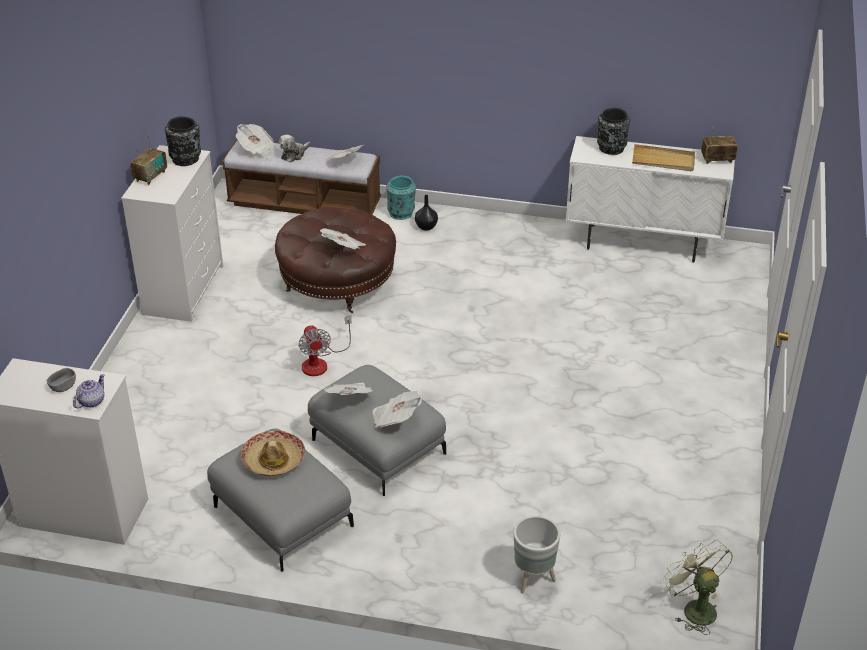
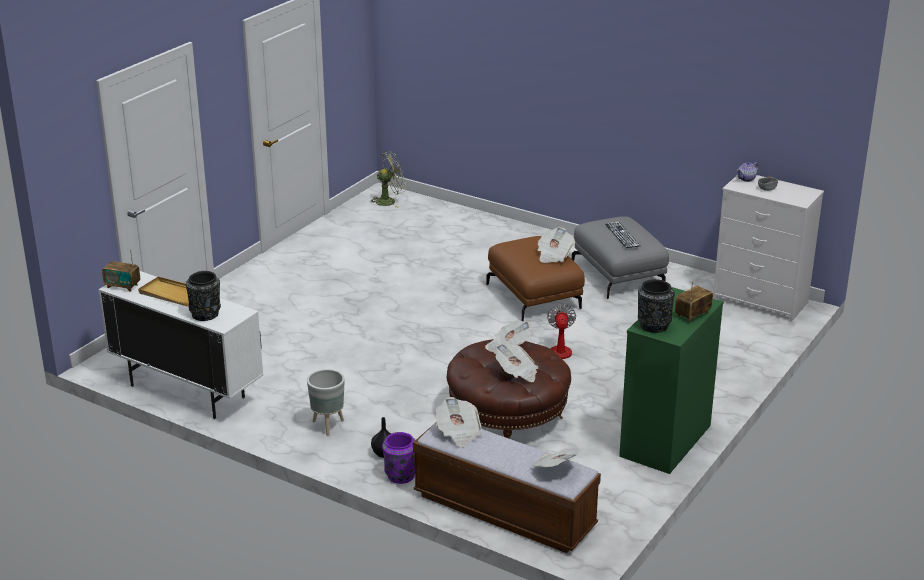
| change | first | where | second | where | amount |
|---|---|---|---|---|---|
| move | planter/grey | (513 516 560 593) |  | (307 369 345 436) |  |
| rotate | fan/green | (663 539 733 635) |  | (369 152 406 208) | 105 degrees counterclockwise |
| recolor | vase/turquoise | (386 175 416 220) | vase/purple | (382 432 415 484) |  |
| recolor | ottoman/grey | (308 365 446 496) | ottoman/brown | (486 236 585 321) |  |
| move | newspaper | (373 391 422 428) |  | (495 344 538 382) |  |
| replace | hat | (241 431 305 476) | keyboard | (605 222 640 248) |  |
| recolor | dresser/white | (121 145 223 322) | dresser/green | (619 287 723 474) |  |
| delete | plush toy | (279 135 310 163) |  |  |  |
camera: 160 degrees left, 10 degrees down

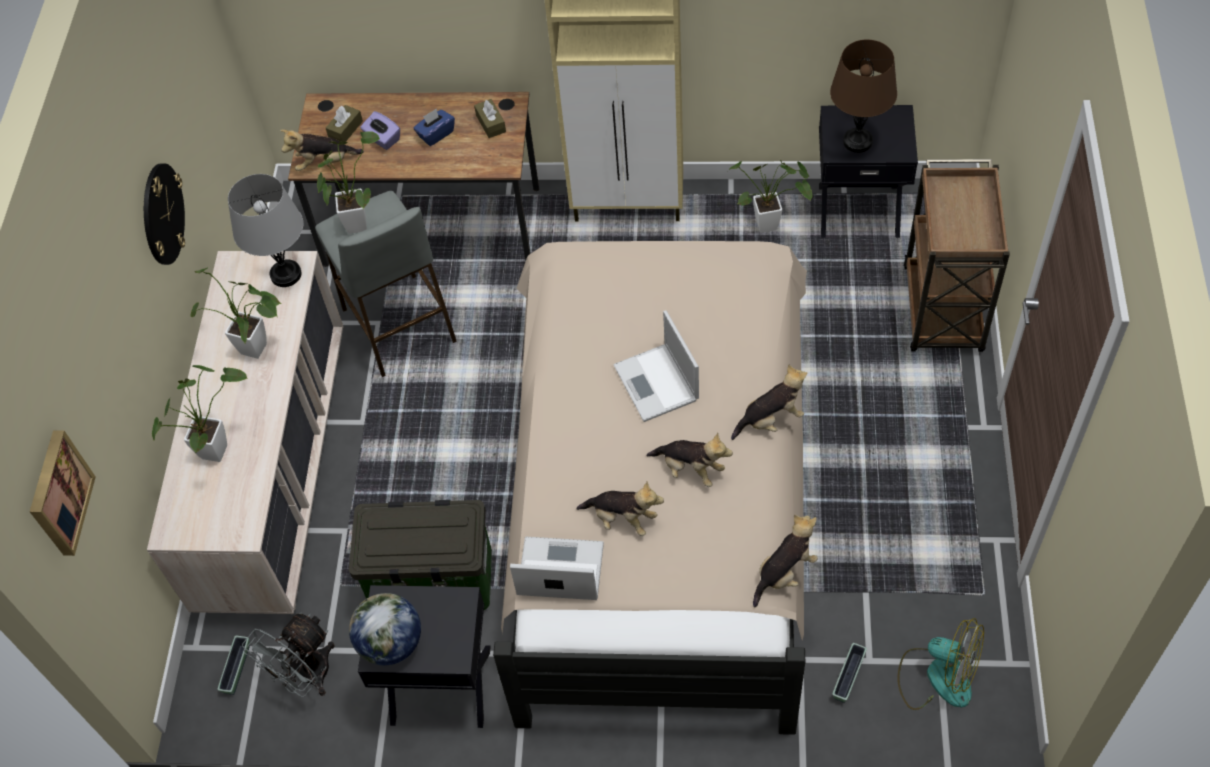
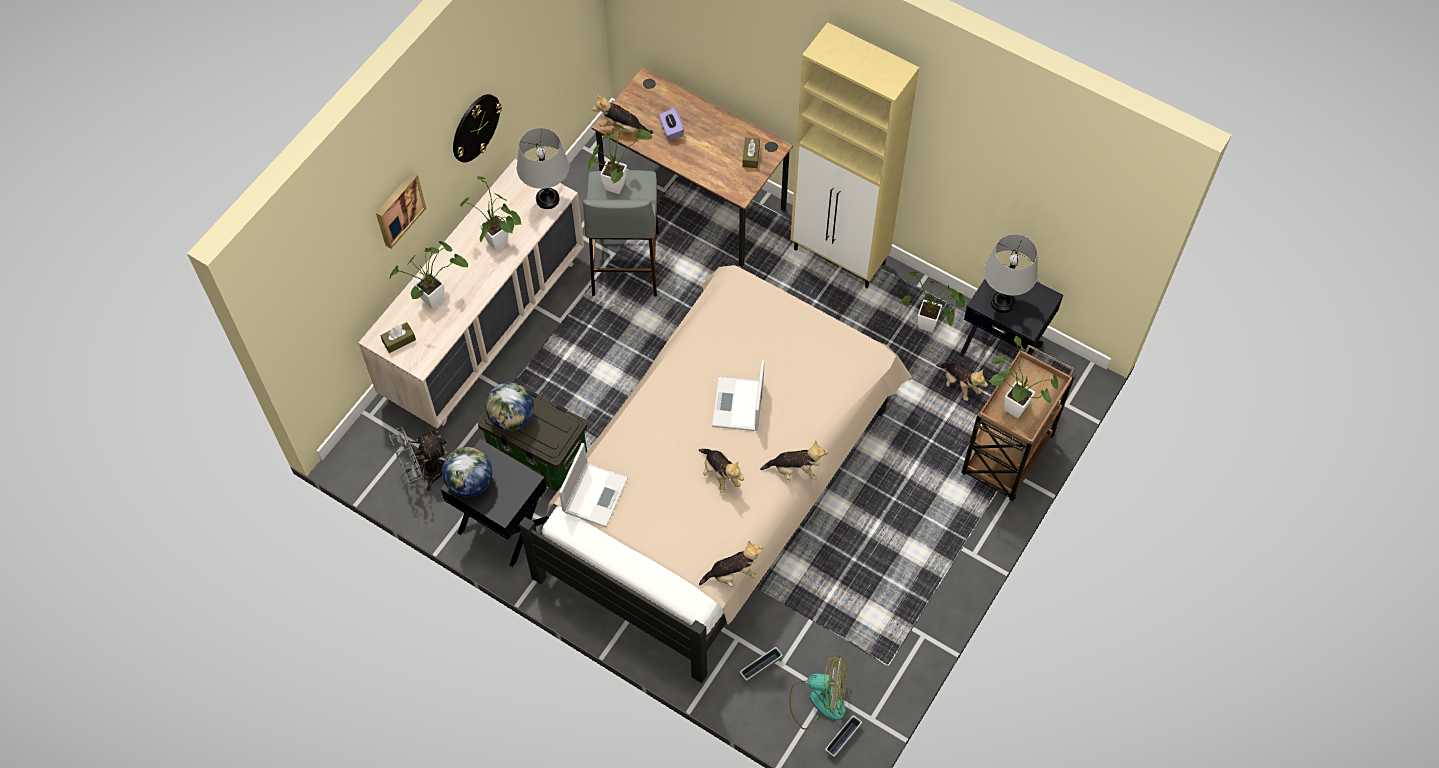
| change | first | where | second | where | amount |
|---|---|---|---|---|---|
| move | picture | (30 430 96 556) |  | (376 172 426 249) |  |
| move | tissue box/brown | (326 105 363 142) |  | (381 322 416 353) |  |
| insert |  |  | globe | (485 382 534 431) |  |
| rotate | laptop | (510 537 604 600) |  | (559 443 628 527) | 75 degrees clockwise |
| rotate | fan | (898 618 984 710) |  | (789 655 847 730) | 45 degrees counterclockwise |
| move | planter | (217 636 250 695) |  | (825 715 862 757) |  |
| move | plush toy | (576 481 664 536) |  | (936 363 988 401) |  |
| recolor | table lamp/brown | (830 40 897 153) | table lamp/grey | (984 234 1038 313) |  |
| insert |  |  | potted plant | (989 336 1059 418) |  |
| delete | tissue box/blue | (414 109 455 146) |  |  |  |
camera: 25 degrees right, 5 degrees up

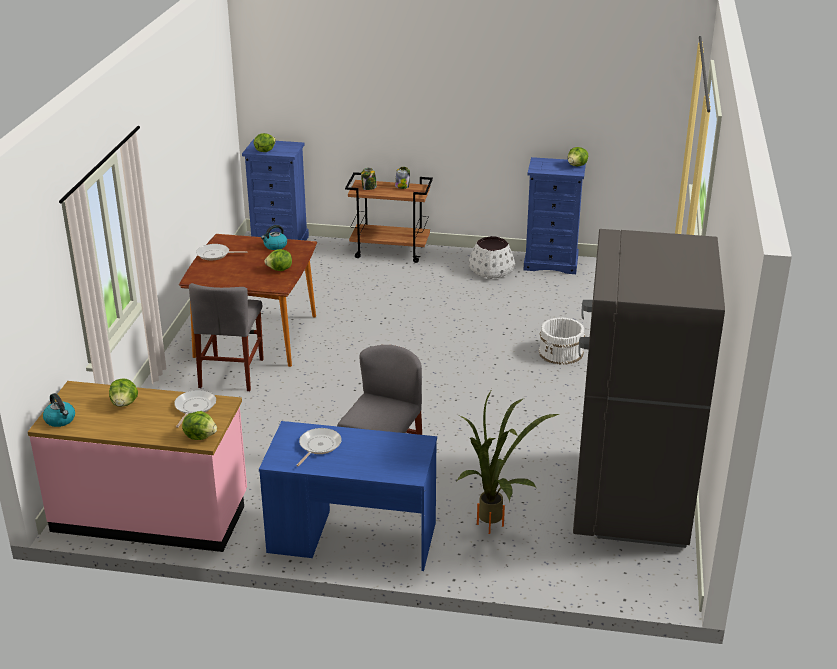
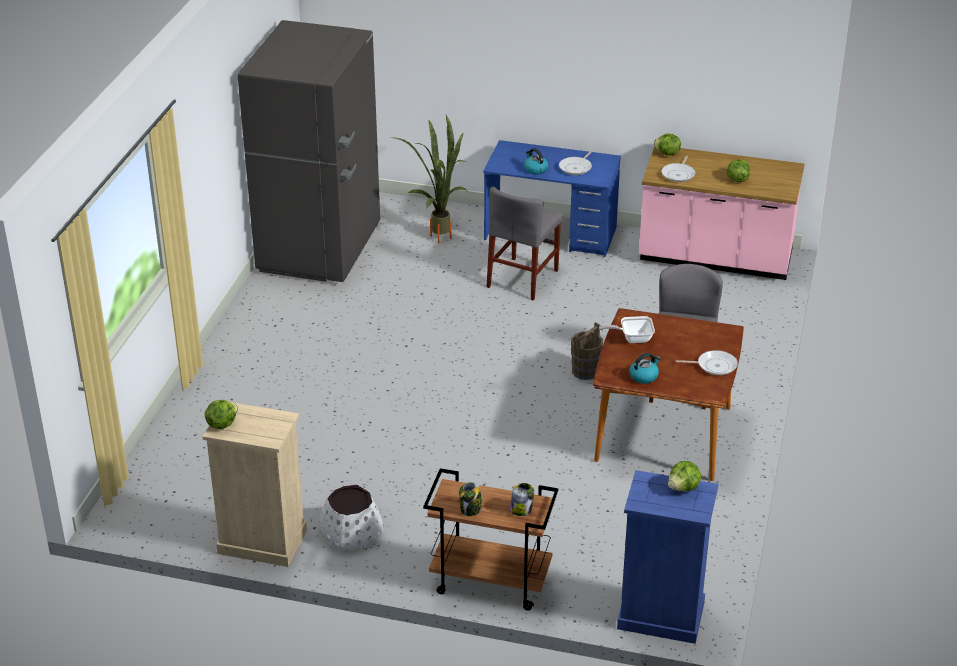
| change | first | where | second | where | amount |
|---|---|---|---|---|---|
| recolor | dresser/blue | (524 157 586 274) | dresser/beige | (202 403 307 567) |  |
| move | kettle | (43 393 75 427) |  | (524 148 548 175) |  |
| insert |  |  | bucket/brown | (571 322 603 380) |  |
| replace | lettuce | (264 249 292 271) | frying pan | (599 316 655 343) |  |
| delete | bucket/white | (538 317 585 365) |  |  |  |
camera: 175 degrees left, 5 degrees up

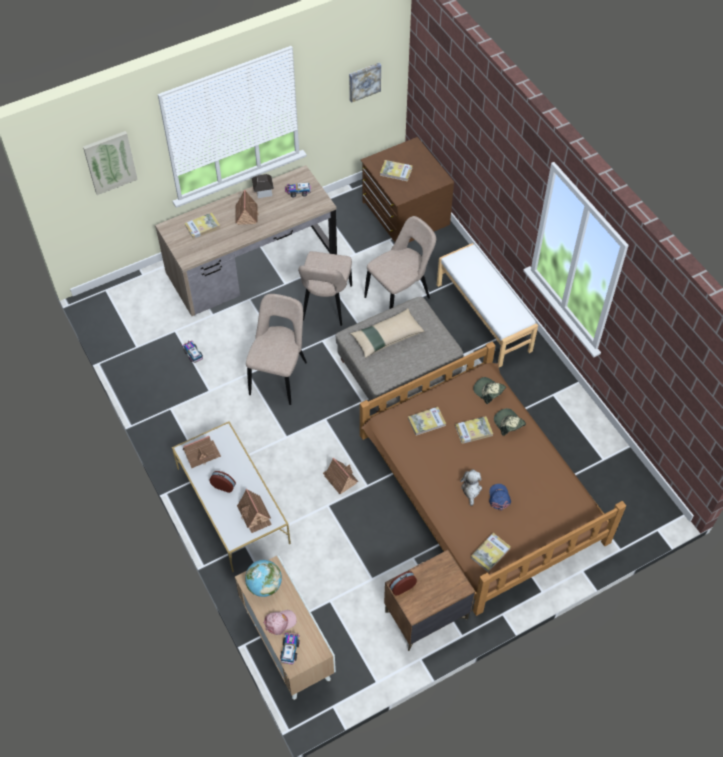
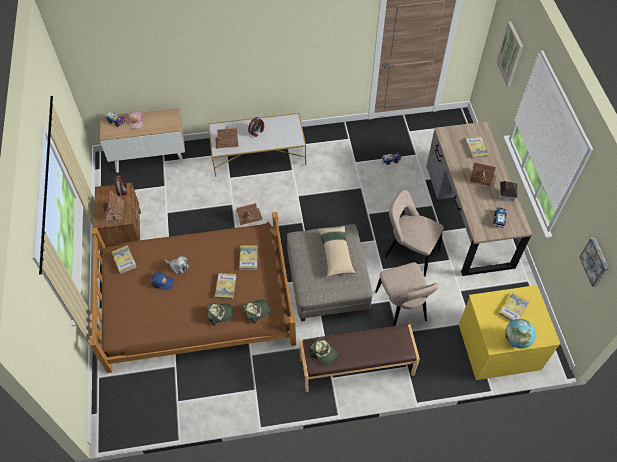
| change | first | where | second | where | amount |
|---|---|---|---|---|---|
| move | toy house | (183 436 221 468) |  | (102 190 125 224) |  |
| recolor | bench/white | (437 243 538 367) | bench/brown | (300 324 420 392) |  |
| insert |  |  | cap | (309 336 338 365) |  |
| recolor | dresser/brown | (361 137 454 242) | dresser/yellow | (459 285 560 380) |  |
| move | globe | (245 560 282 597) |  | (505 319 536 349) |  |
| delete | chair/beige | (246 294 307 405) |  |  |  |
camera: 110 degrees right, 0 degrees up

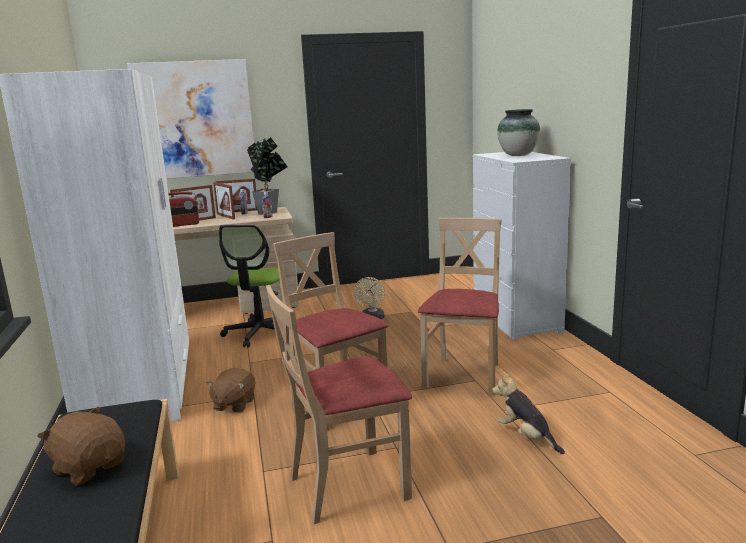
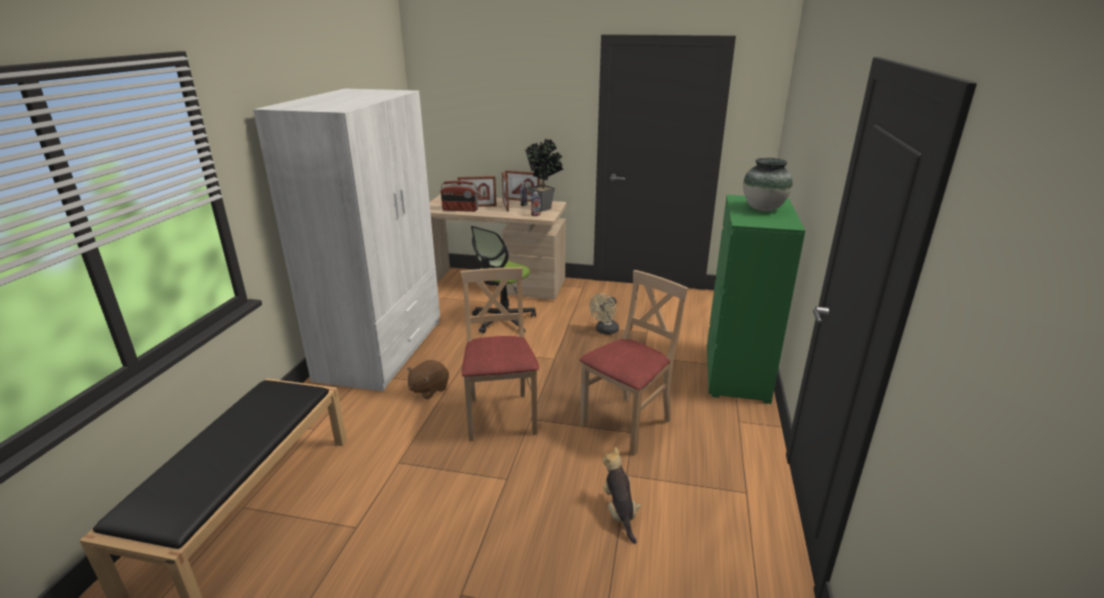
| change | first | where | second | where | amount |
|---|---|---|---|---|---|
| recolor | dresser/white | (473 152 571 340) | dresser/green | (707 195 805 404) |  |
| delete | plush toy/brown | (37 407 125 486) |  |  |  |
| delete | picture | (127 59 254 179) |  |  |  |
| delete | chair/beige | (266 285 412 524) |  |  |  |
camera: 25 degrees right, 10 degrees up

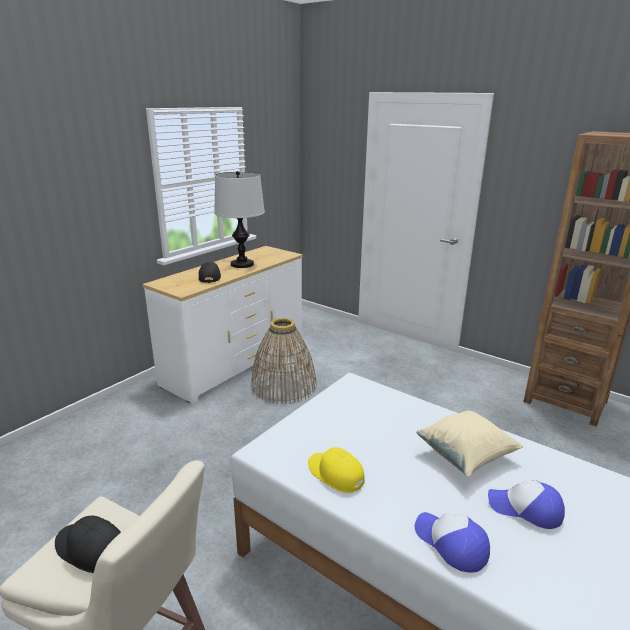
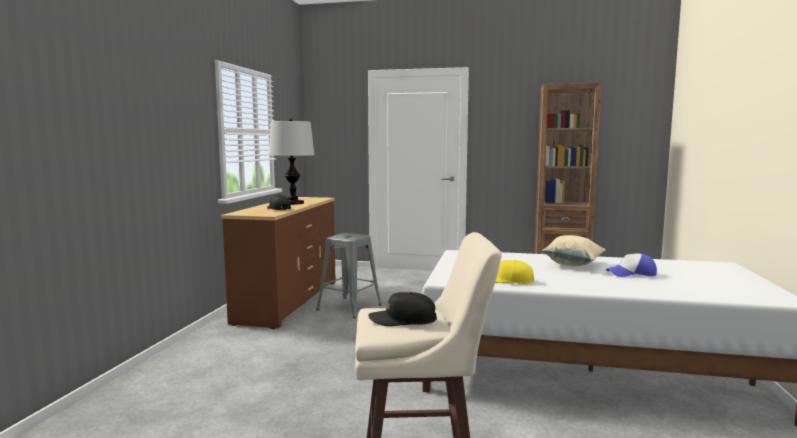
| change | first | where | second | where | amount |
|---|---|---|---|---|---|
| recolor | dresser/white | (143 246 303 404) | dresser/brown | (221 197 336 329) |  |
| replace | basket | (251 318 316 404) | stool/grey | (316 233 382 318) |  |
| delete | cap | (415 512 490 573) |  |  |  |
camera: 25 degrees left, 15 degrees down

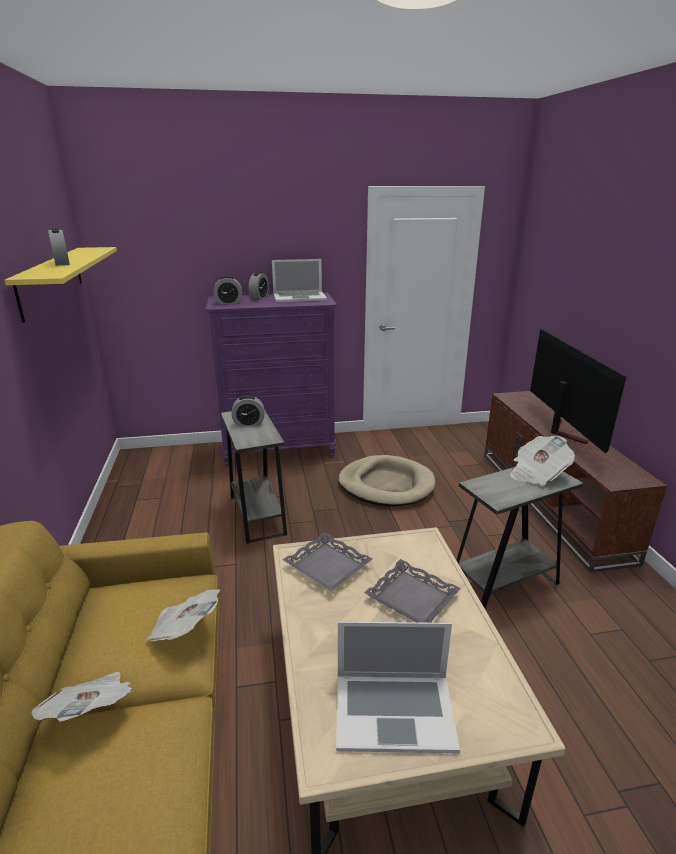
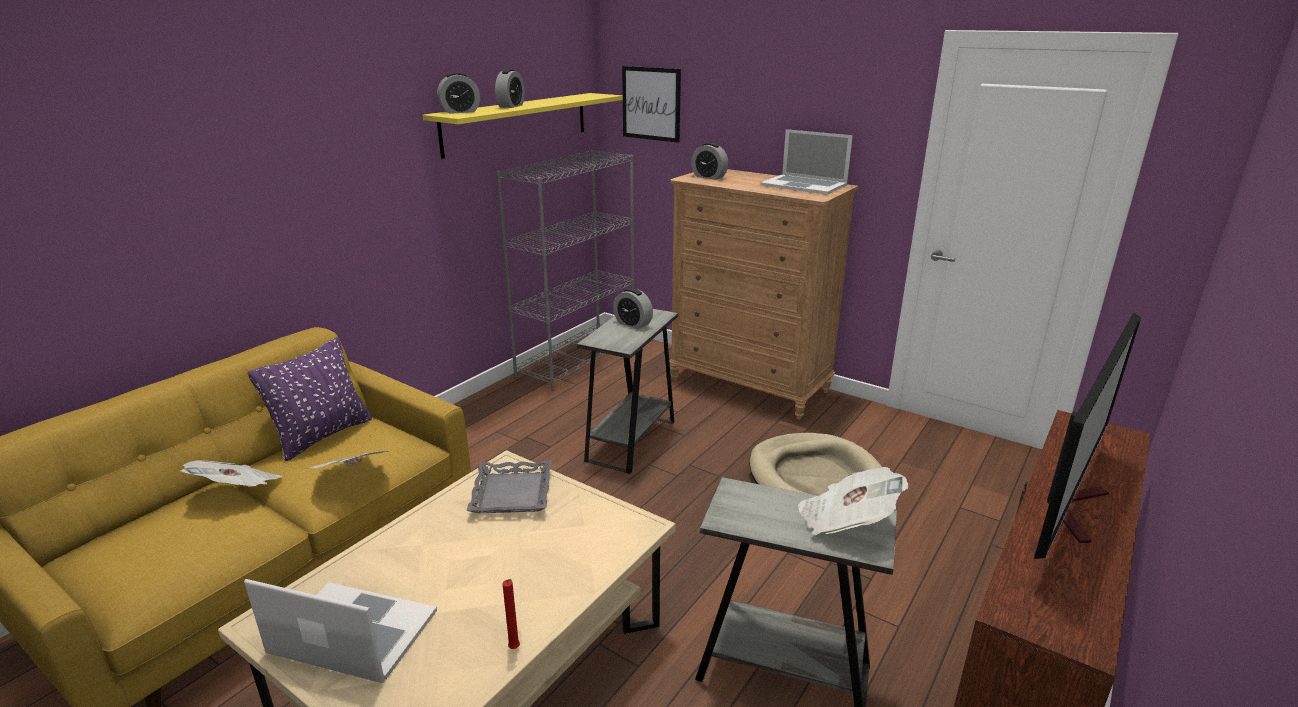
| change | first | where | second | where | amount |
|---|---|---|---|---|---|
| rotate | laptop | (336 622 460 753) |  | (244 579 437 683) | 150 degrees clockwise |
| insert |  |  | pillow/purple | (248 337 372 461) |  |
| move | alarm clock | (249 272 269 300) |  | (437 73 480 114) |  |
| insert |  |  | bookcase/grey | (496 150 635 391) |  |
| insert |  |  | candle/red | (502 579 520 649) |  |
| insert |  |  | picture | (622 66 681 143) |  |
| recolor | dresser/purple | (206 293 337 466) | dresser/brown | (669 169 859 419) |  |
| delete | tray/grey | (364 559 461 623) |  |  |  |
camera: 45 degrees right, 0 degrees up

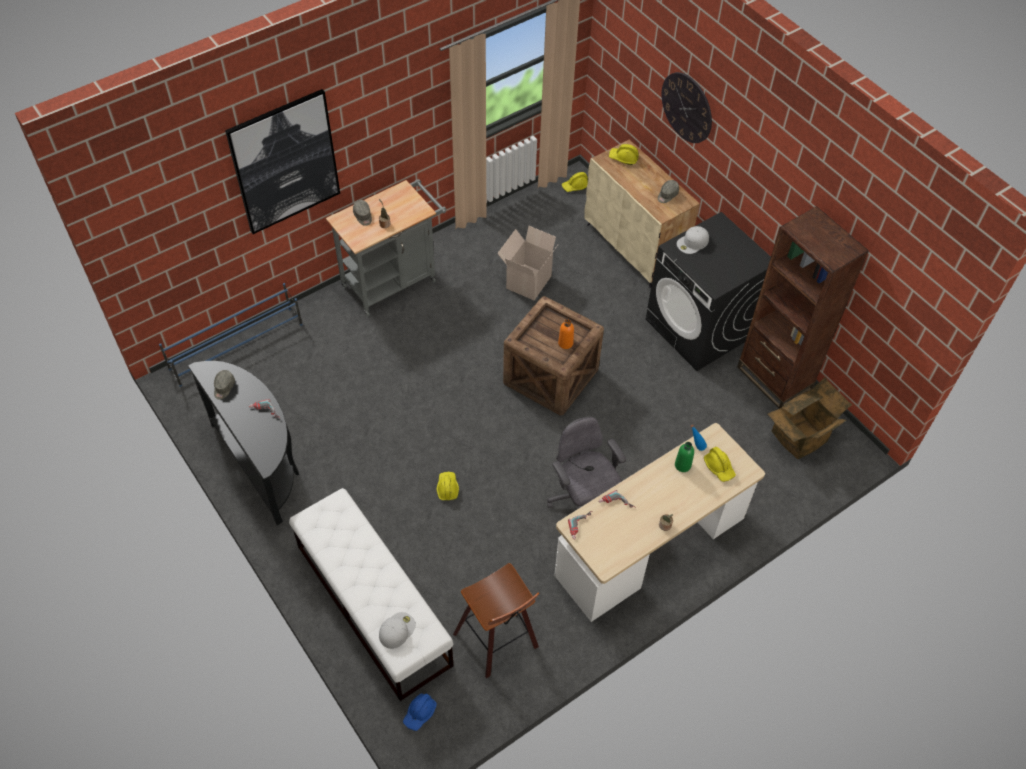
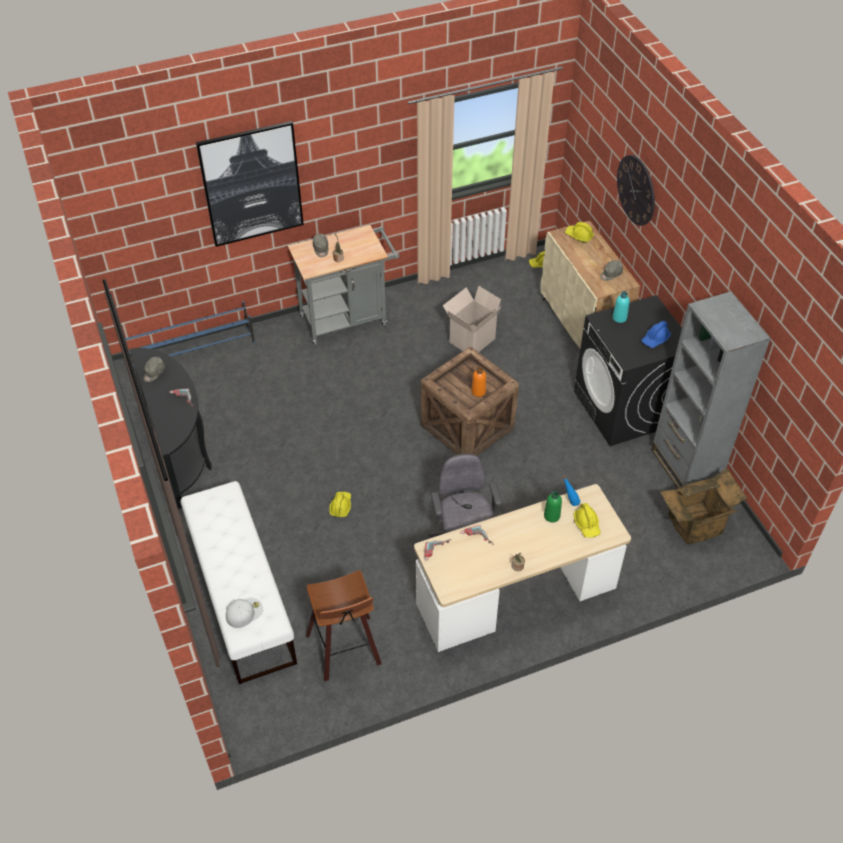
| change | first | where | second | where | amount |
|---|---|---|---|---|---|
| replace | cap/white | (677 226 709 254) | bottle/turquoise | (613 291 630 323) |  |
| move | hard hat/blue | (403 694 437 731) |  | (641 321 671 348) |  |
| recolor | bookcase/brown | (737 206 869 409) | bookcase/grey | (651 291 771 488) |  |
camera: 15 degrees right, 5 degrees down

